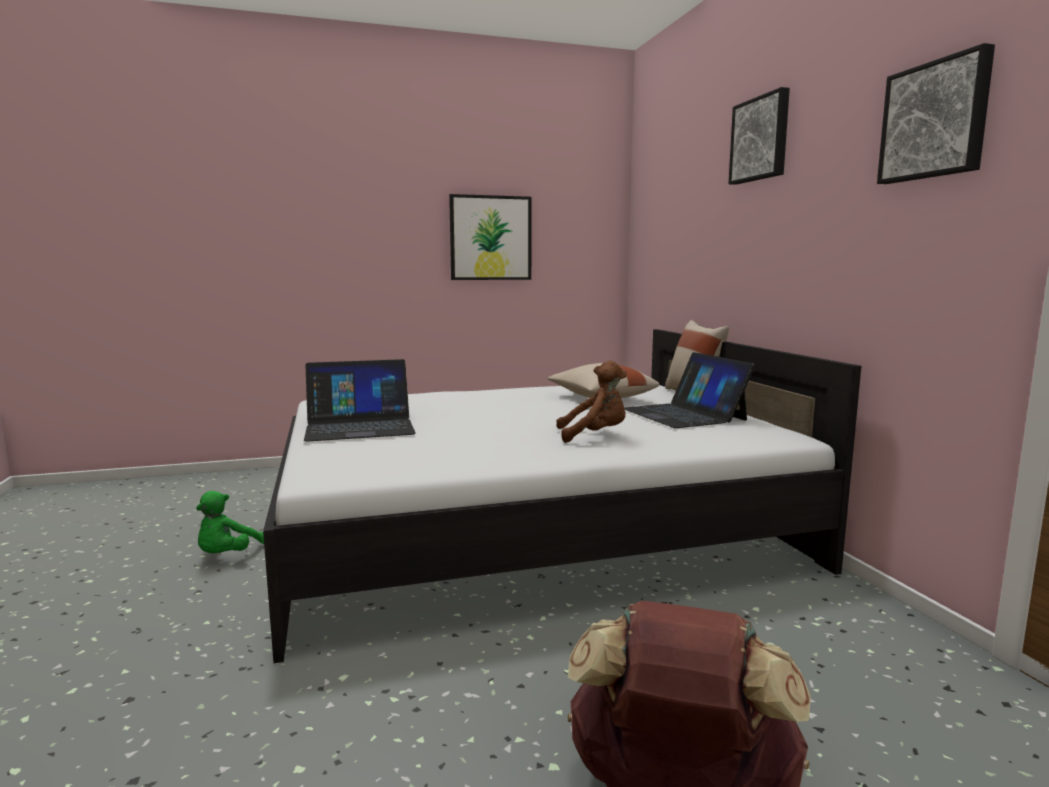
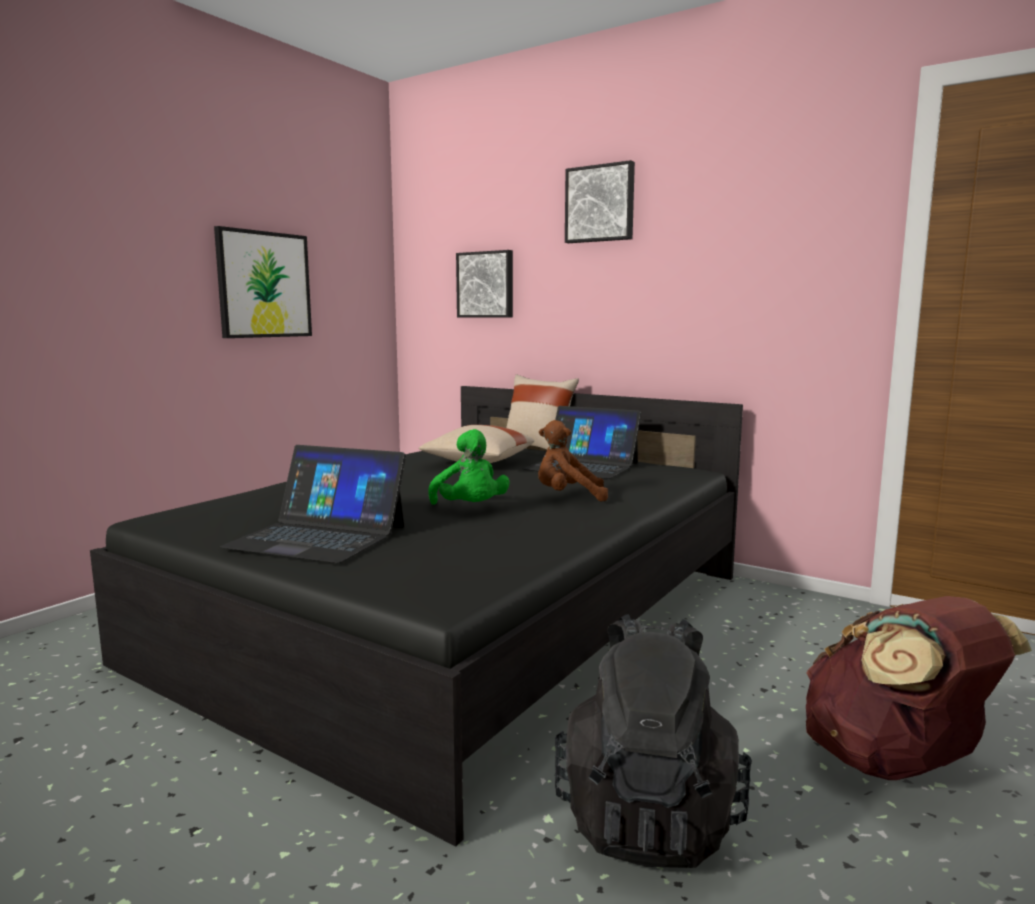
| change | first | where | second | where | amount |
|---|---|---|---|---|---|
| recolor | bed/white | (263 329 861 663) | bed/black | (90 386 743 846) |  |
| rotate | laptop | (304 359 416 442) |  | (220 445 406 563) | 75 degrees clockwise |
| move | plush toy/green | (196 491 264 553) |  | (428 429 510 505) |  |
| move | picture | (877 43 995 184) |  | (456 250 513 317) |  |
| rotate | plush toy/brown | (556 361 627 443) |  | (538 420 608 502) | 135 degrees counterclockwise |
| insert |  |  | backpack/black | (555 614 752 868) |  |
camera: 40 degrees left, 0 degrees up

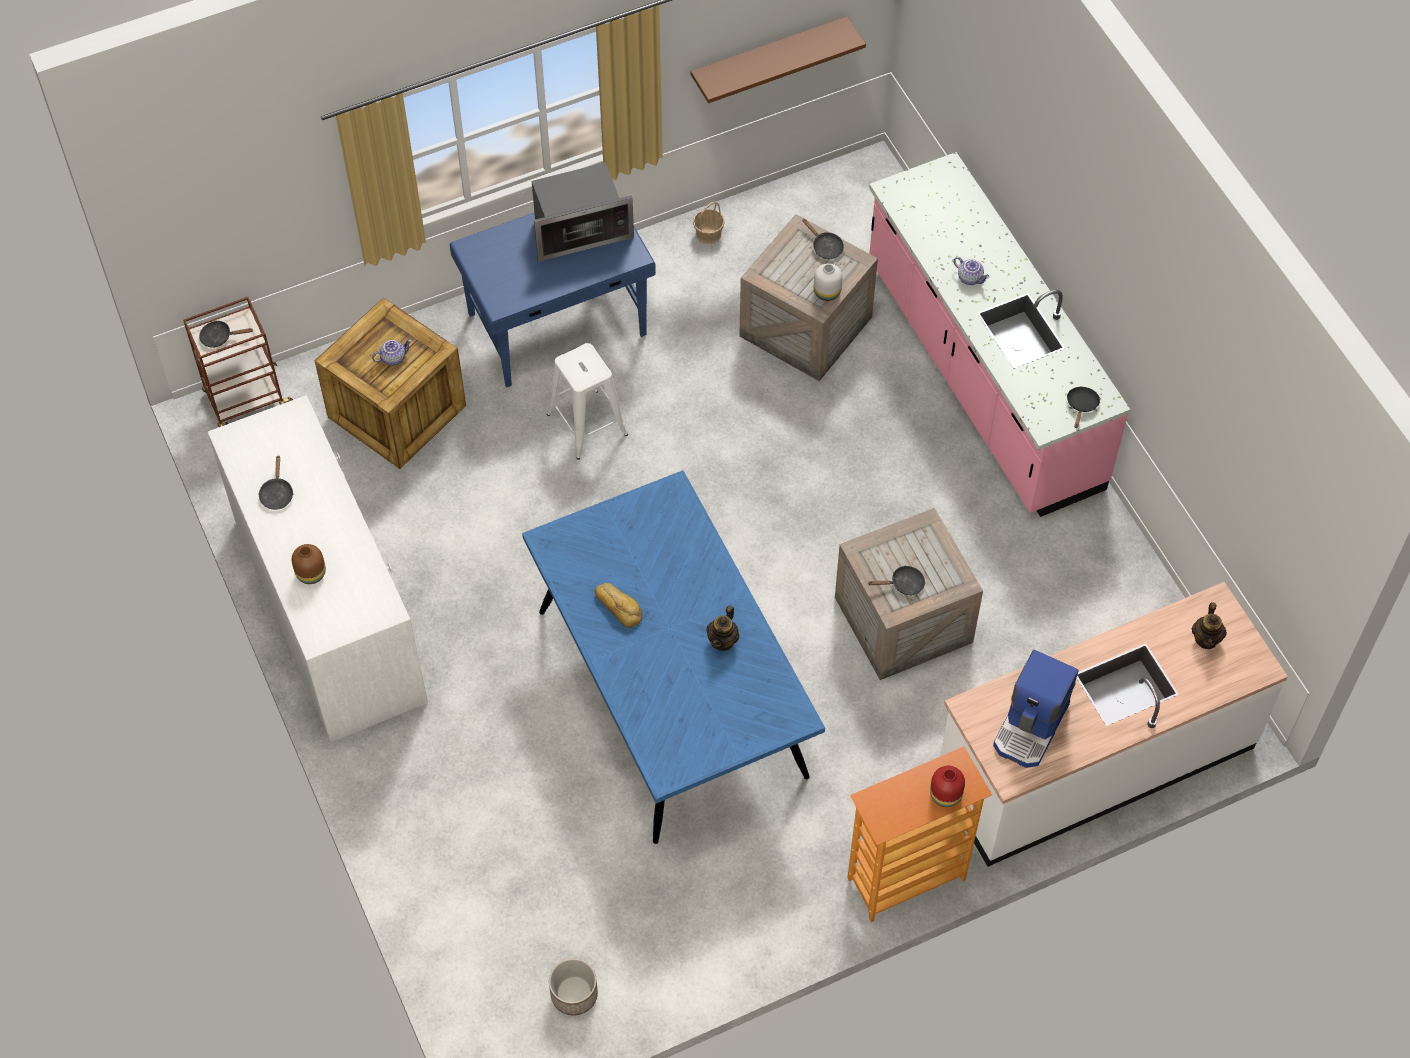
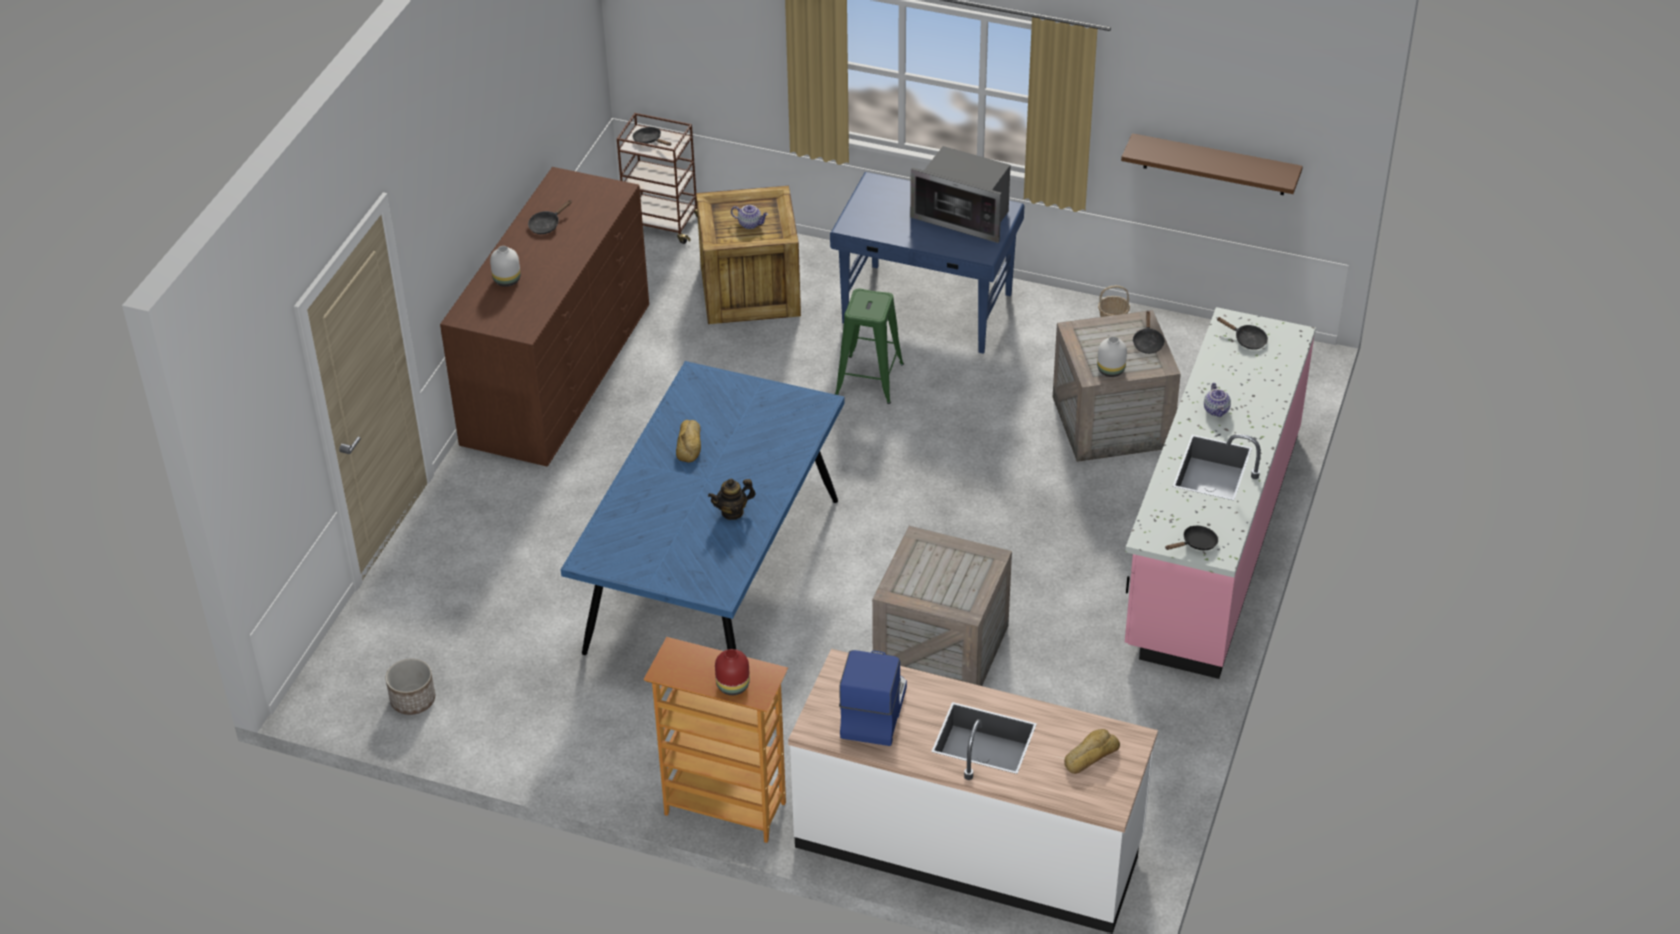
| change | first | where | second | where | amount |
|---|---|---|---|---|---|
| recolor | dresser/white | (208 395 428 742) | dresser/brown | (440 167 649 467) |  |
| recolor | vase/brown | (292 544 326 584) | vase/white | (490 246 520 287) |  |
| recolor | stool/white | (547 343 628 460) | stool/green | (835 288 904 404) |  |
| rotate | coffee machine | (993 649 1078 768) |  | (839 650 907 746) | 120 degrees clockwise |
| replace | teapot | (1192 602 1227 649) | bread | (1064 729 1120 774) |  |
| move | frying pan/black | (869 566 925 595) |  | (1217 317 1268 350) |  |
camera: 45 degrees right, 15 degrees down

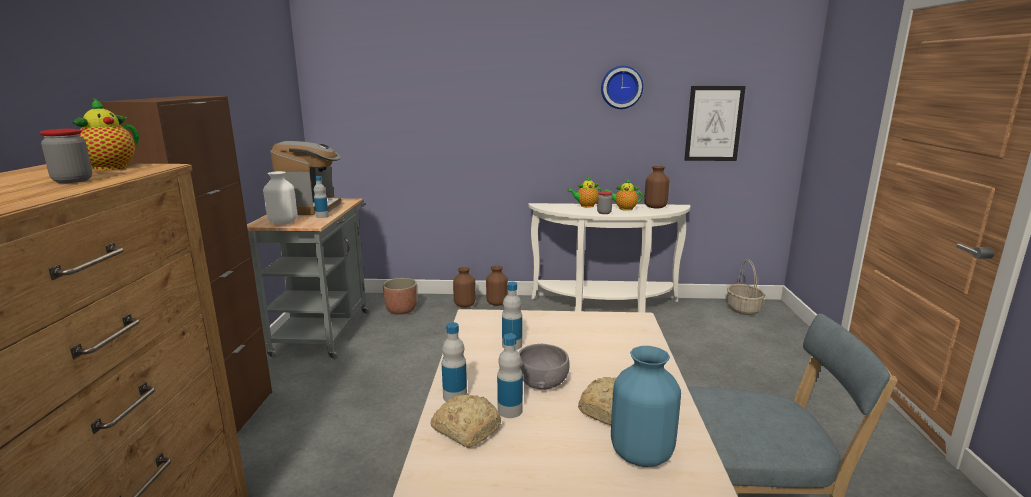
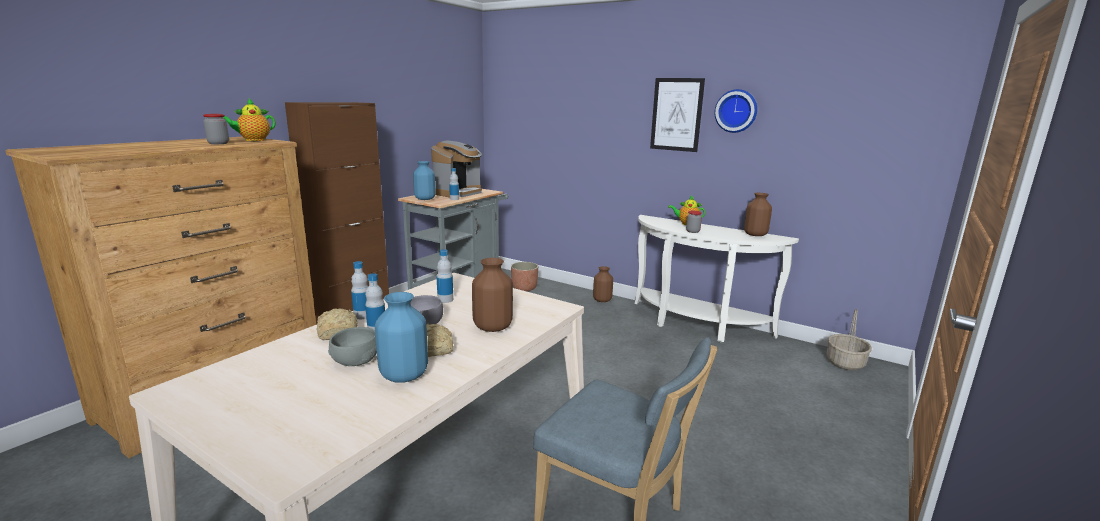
| change | first | where | second | where | amount |
|---|---|---|---|---|---|
| insert |  |  | bowl/grey | (328 327 377 366) |  |
| recolor | vase/white | (263 171 297 224) | vase/blue | (413 161 436 200) |  |
| move | vase/brown | (453 267 476 307) |  | (472 258 513 332) |  |
| move | picture | (684 86 746 161) |  | (650 78 705 152) |  |
| delete | teapot | (604 178 643 211) |  |  |  |
camera: 30 degrees right, 0 degrees up

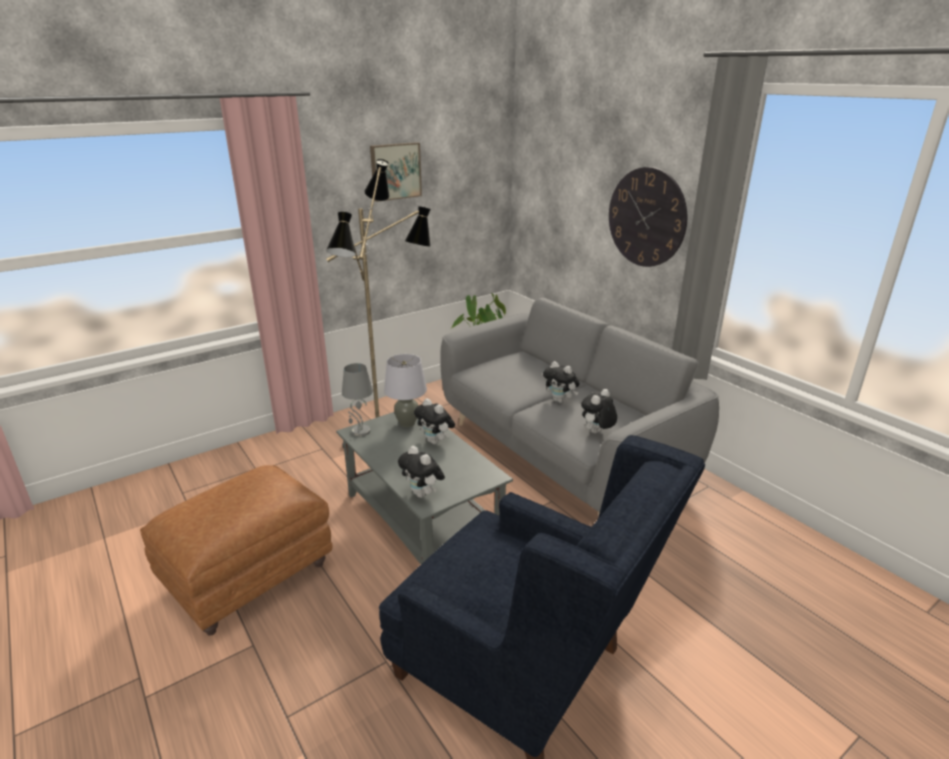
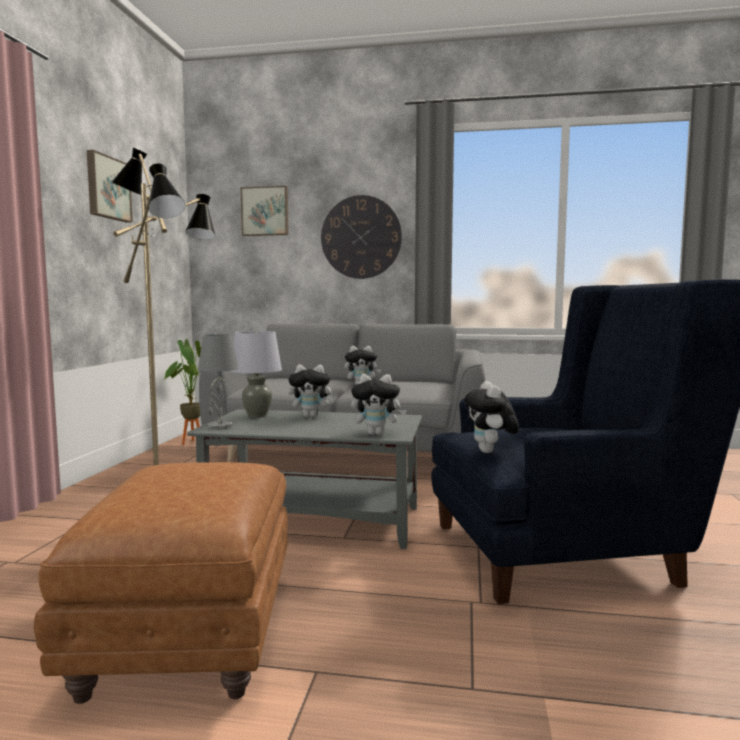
| change | first | where | second | where | amount |
|---|---|---|---|---|---|
| insert |  |  | picture | (241 186 289 236) |  |
| move | plush toy | (581 389 617 433) |  | (464 381 519 453) |  |
camera: 45 degrees left, 20 degrees down

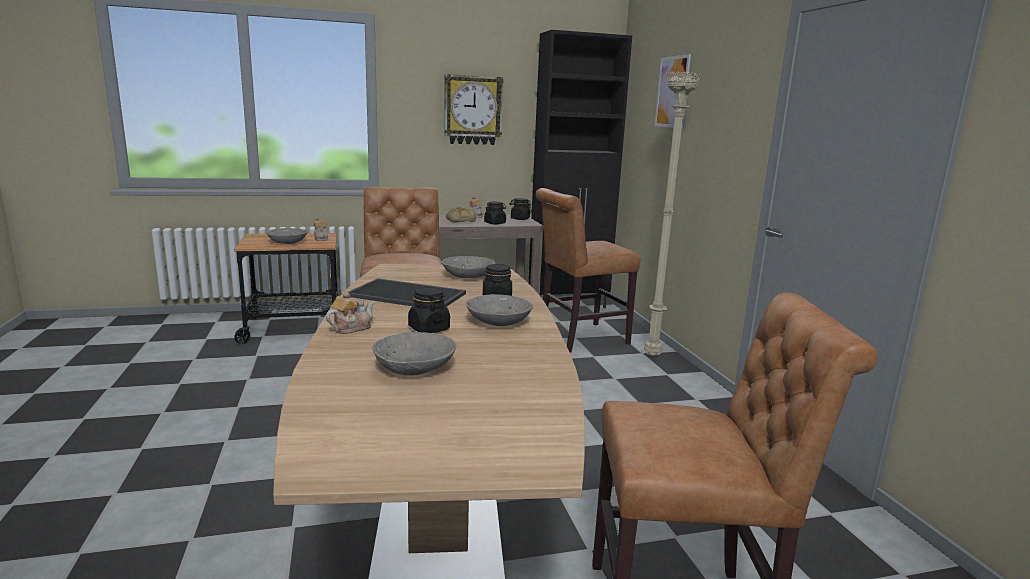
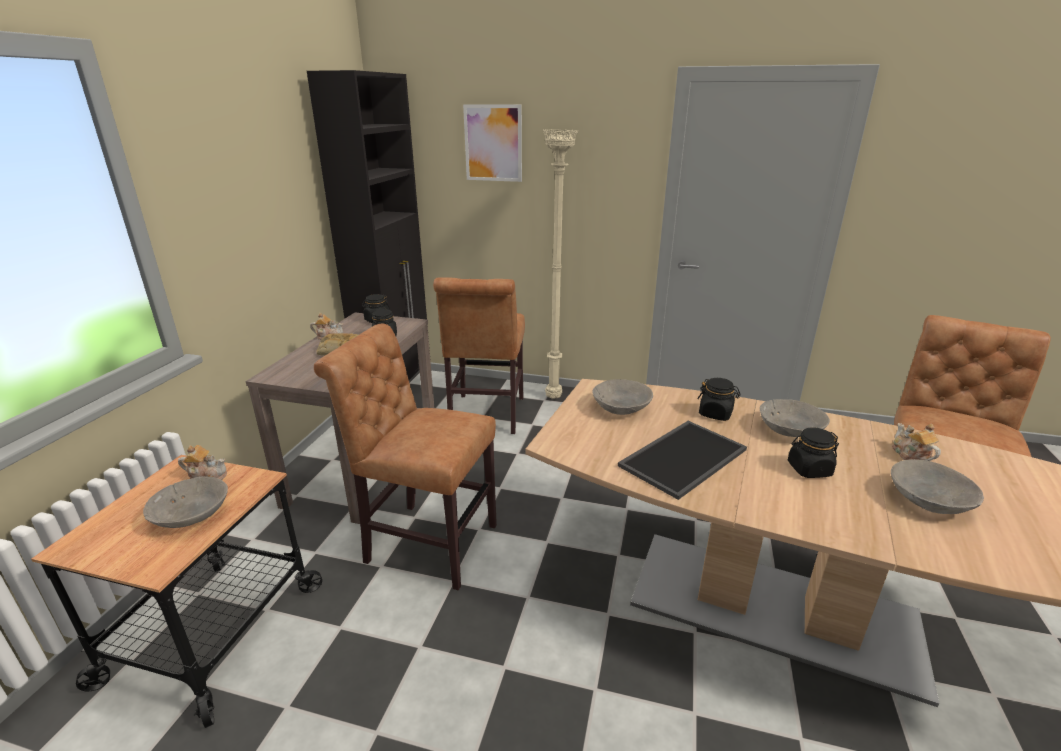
| change | first | where | second | where | amount |
|---|---|---|---|---|---|
| move | teapot | (326 292 374 334) |  | (892 423 941 461) |  |
| delete | wall clock | (444 74 504 145) |  |  |  |
camera: 60 degrees left, 10 degrees up

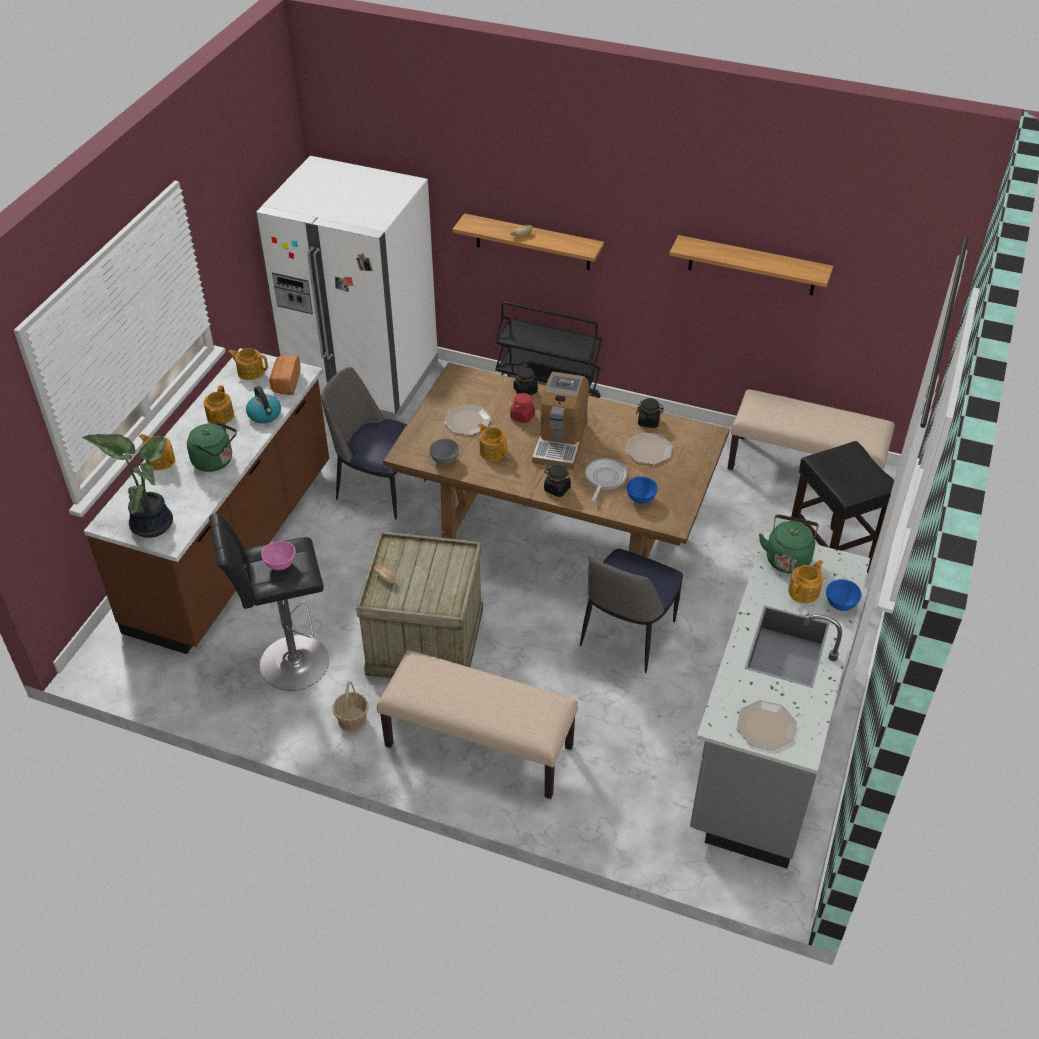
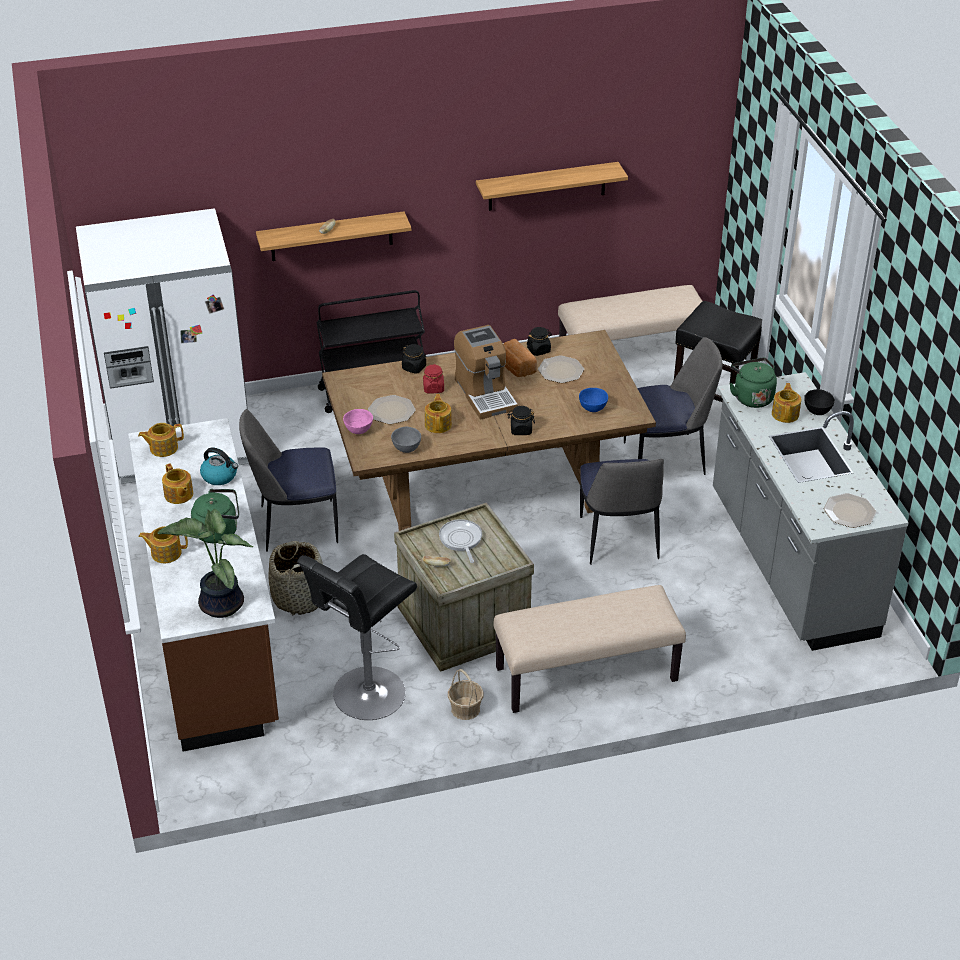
| change | first | where | second | where | amount |
|---|---|---|---|---|---|
| insert |  |  | basket | (268 541 323 615) |  |
| move | bowl/pink | (261 541 296 570) |  | (343 409 373 434) |  |
| rotate | teapot | (478 423 508 461) |  | (425 394 452 433) | 75 degrees clockwise |
| move | frying pan | (585 458 627 501) |  | (439 519 482 563) |  |
| move | bread | (269 355 301 395) |  | (503 339 537 377) |  |
| insert |  |  | chair | (624 337 722 475) |  |
| recolor | bowl/blue | (826 579 862 611) | bowl/black | (804 389 835 415) |  |
camera: 35 degrees left, 5 degrees down

